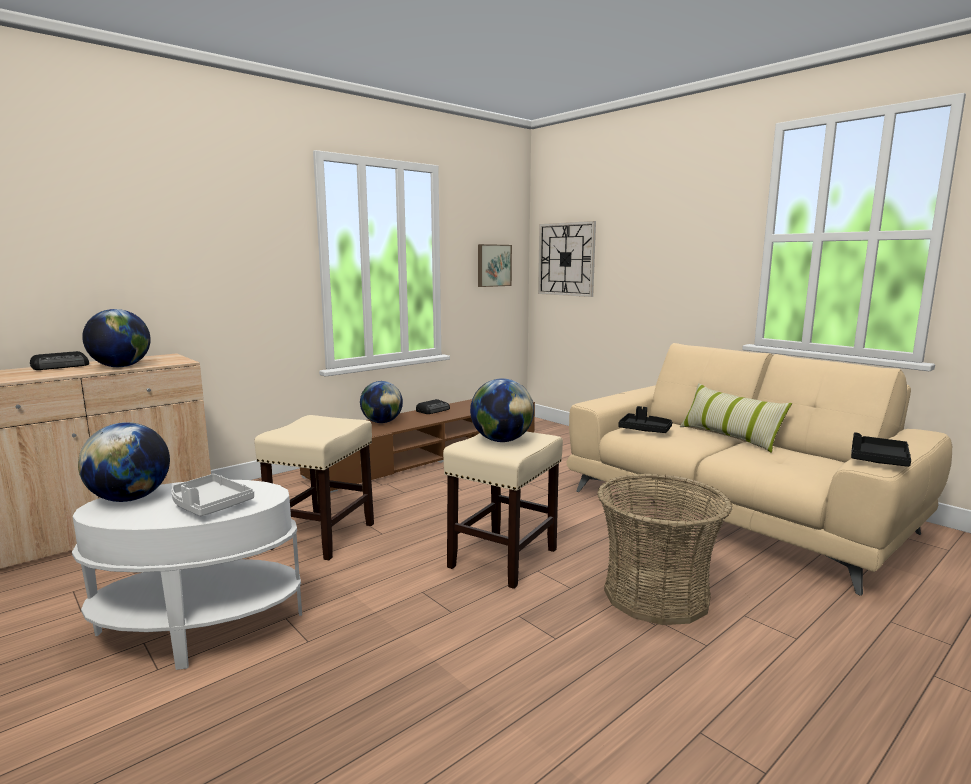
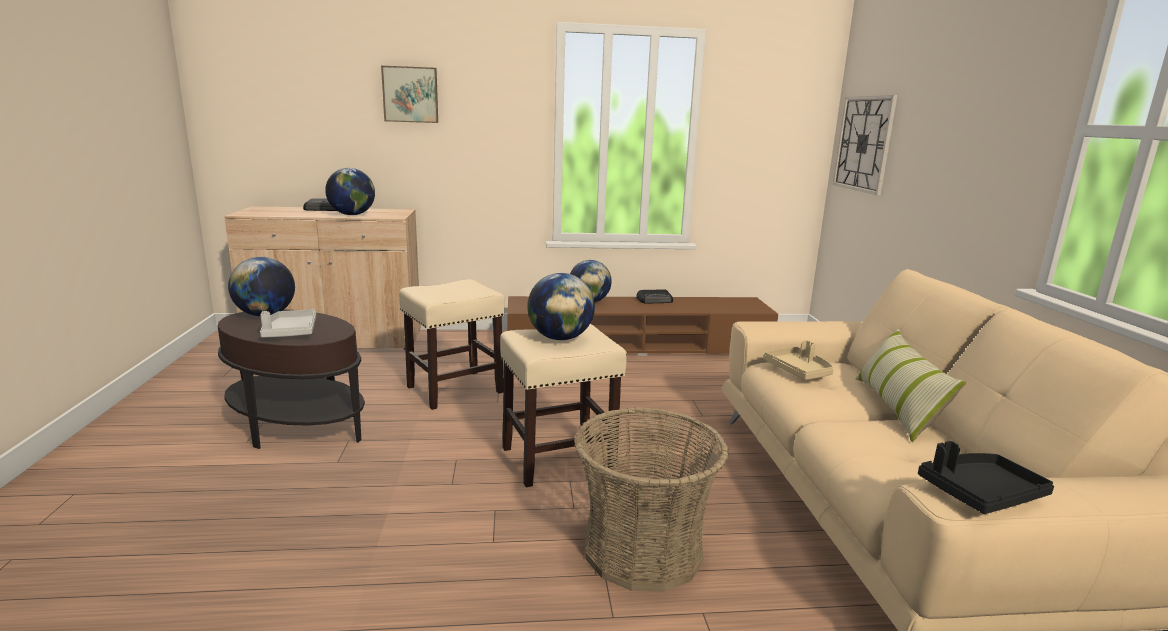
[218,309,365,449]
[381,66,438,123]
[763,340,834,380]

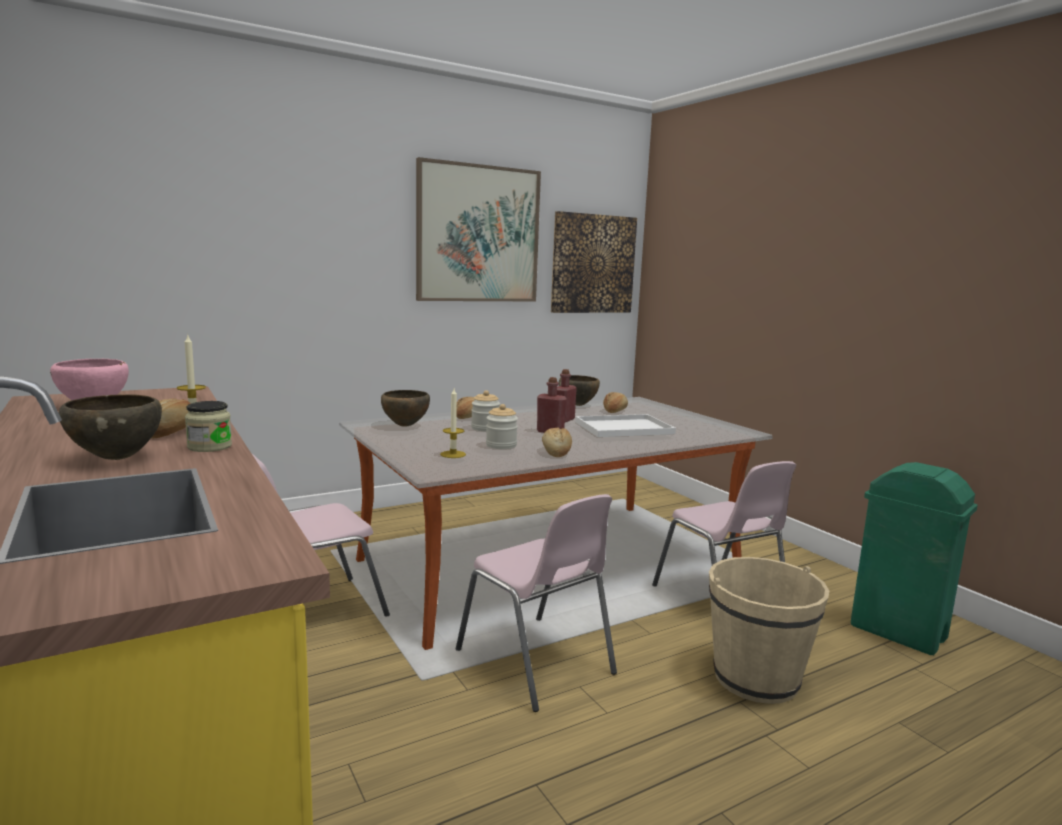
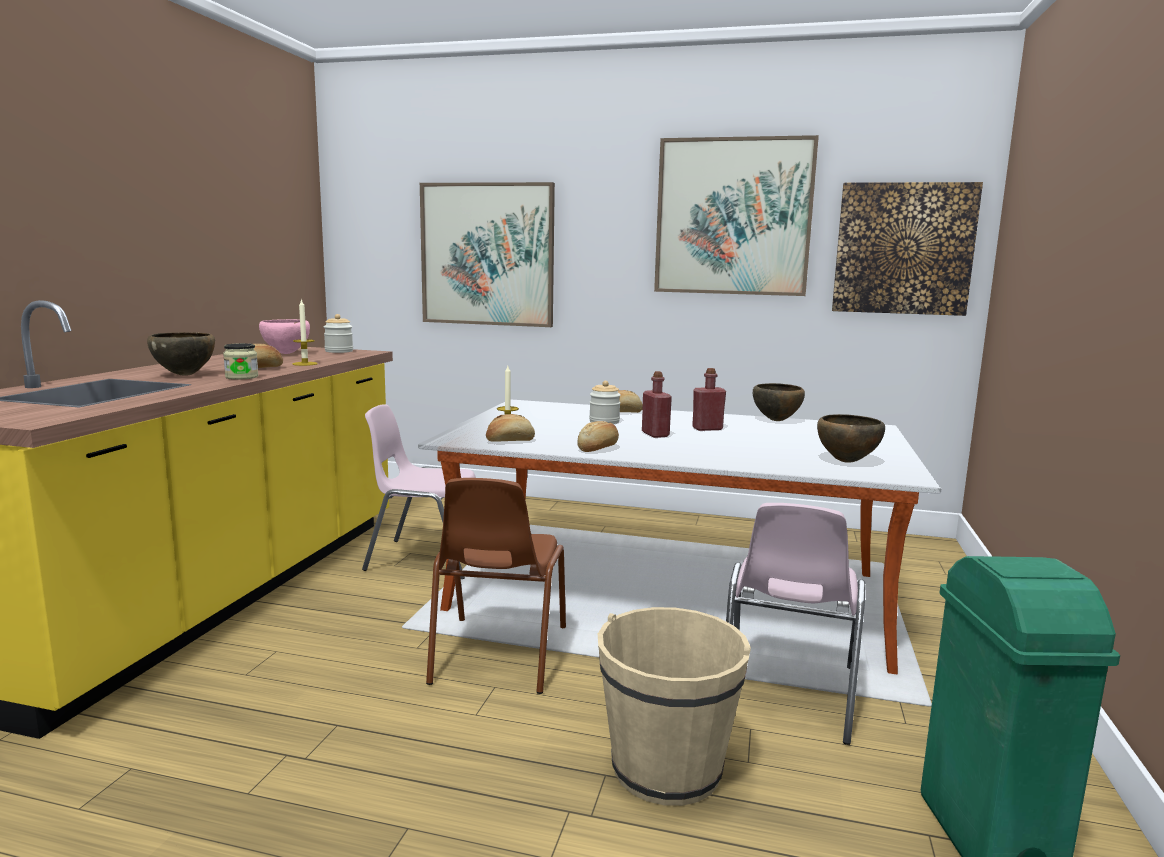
[817,414,885,463]
[426,478,566,694]
[324,314,353,353]
[575,414,676,437] (first image)
[486,414,535,442]
[420,182,555,327]

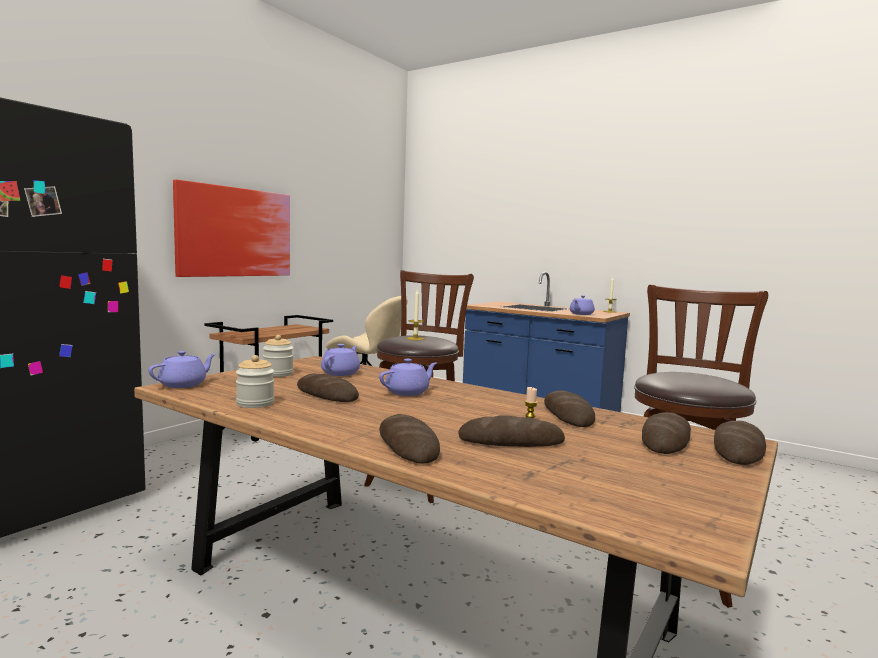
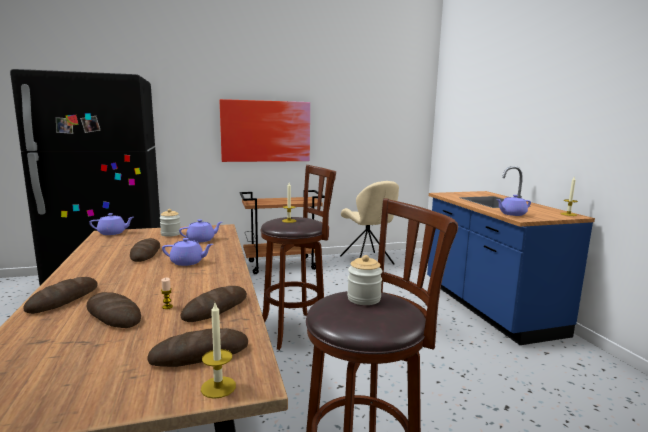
[347,255,383,305]
[201,303,236,399]

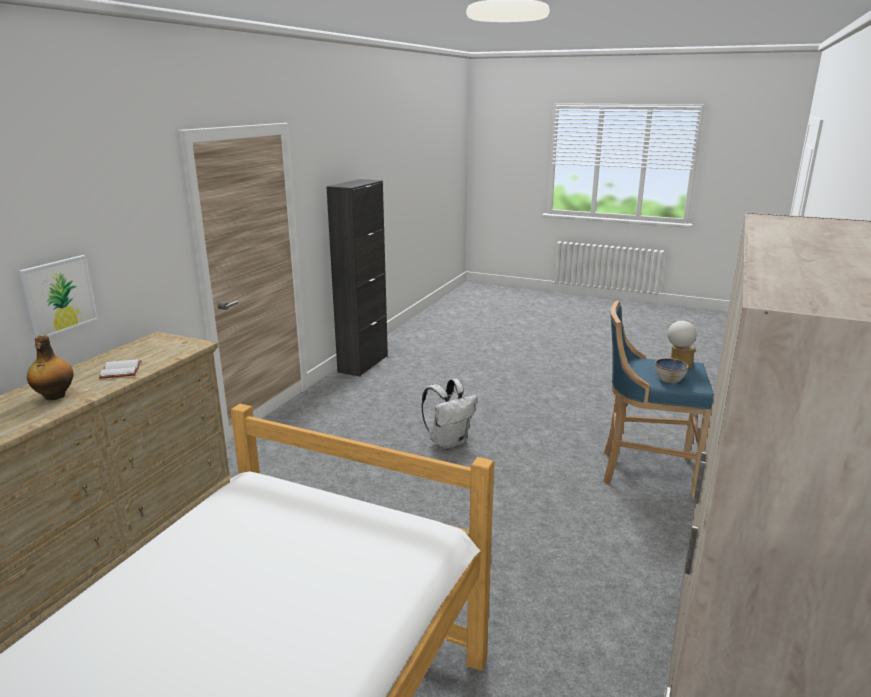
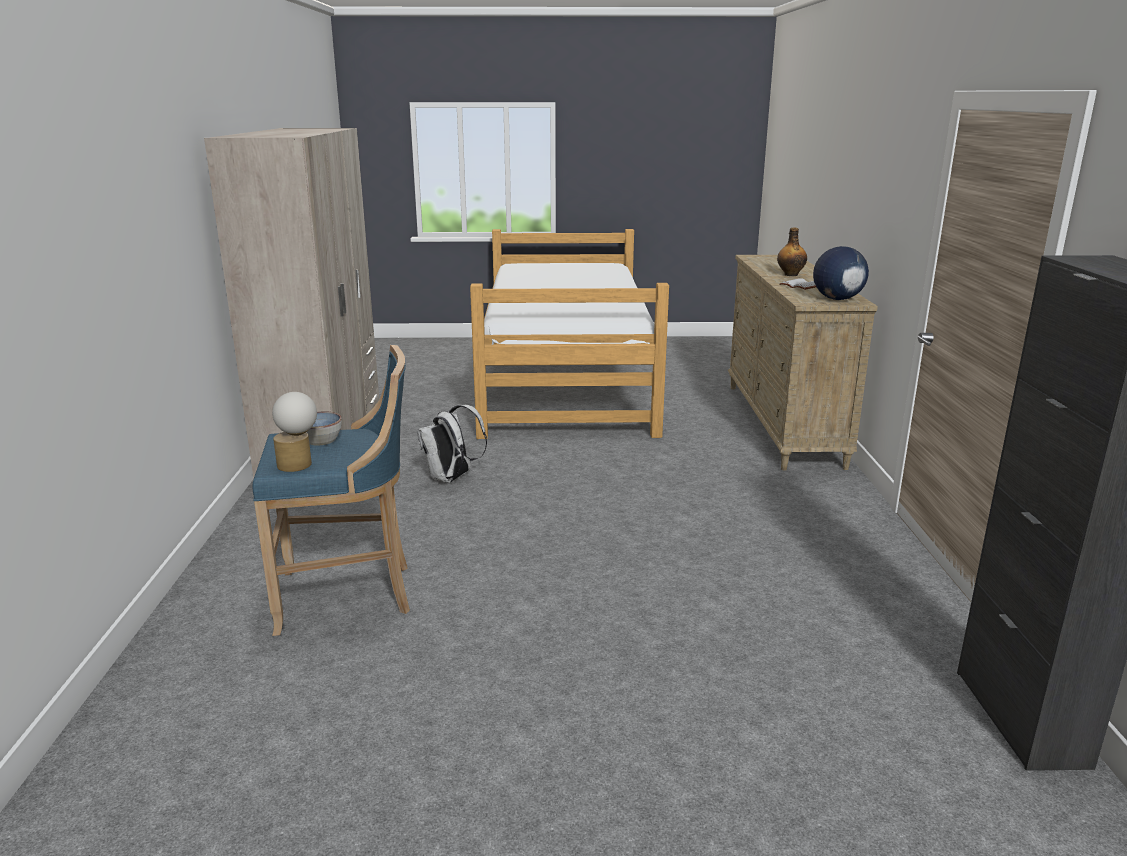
[19,255,98,337] (first image)
[417,405,487,483]
[813,246,869,300]

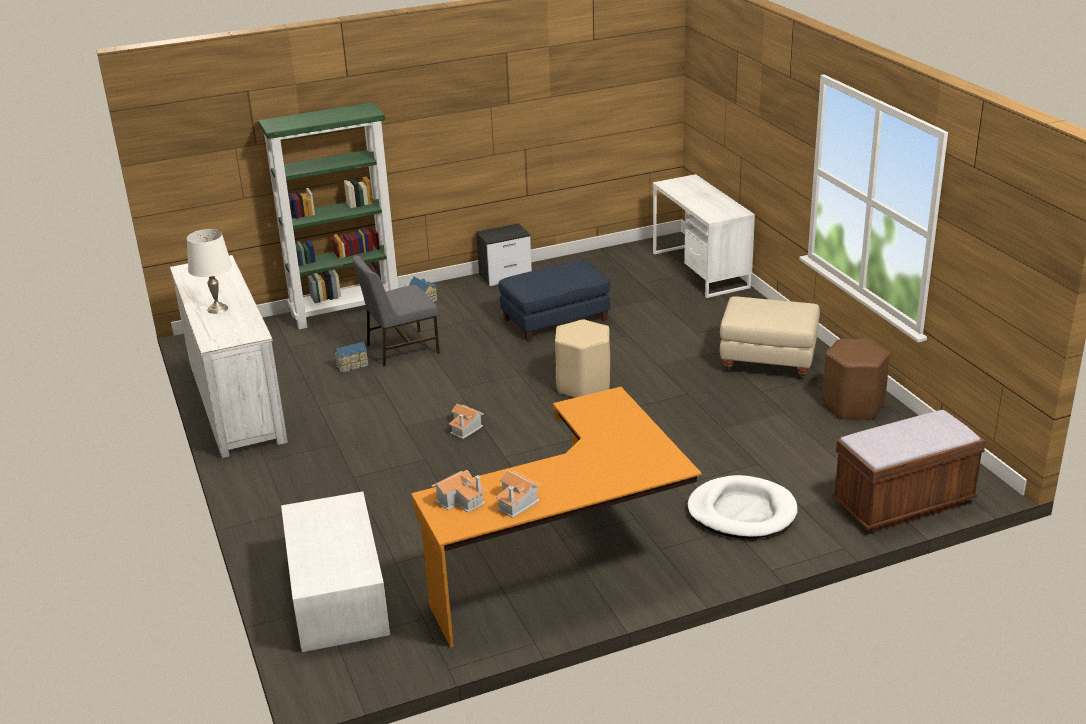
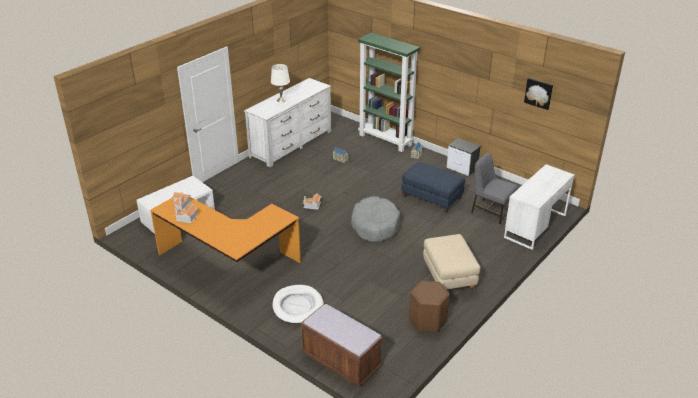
[471,153,518,224]
[351,196,400,243]
[524,78,553,110]

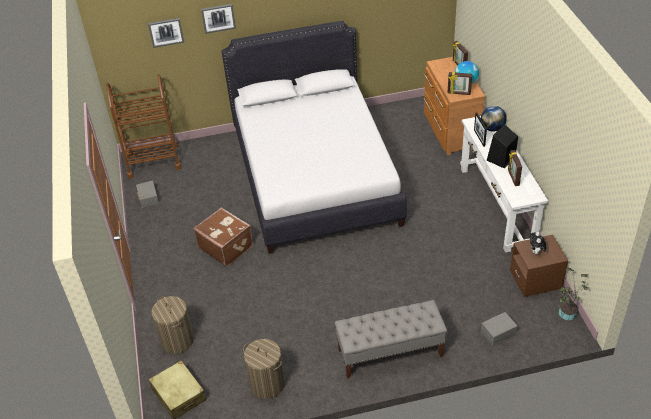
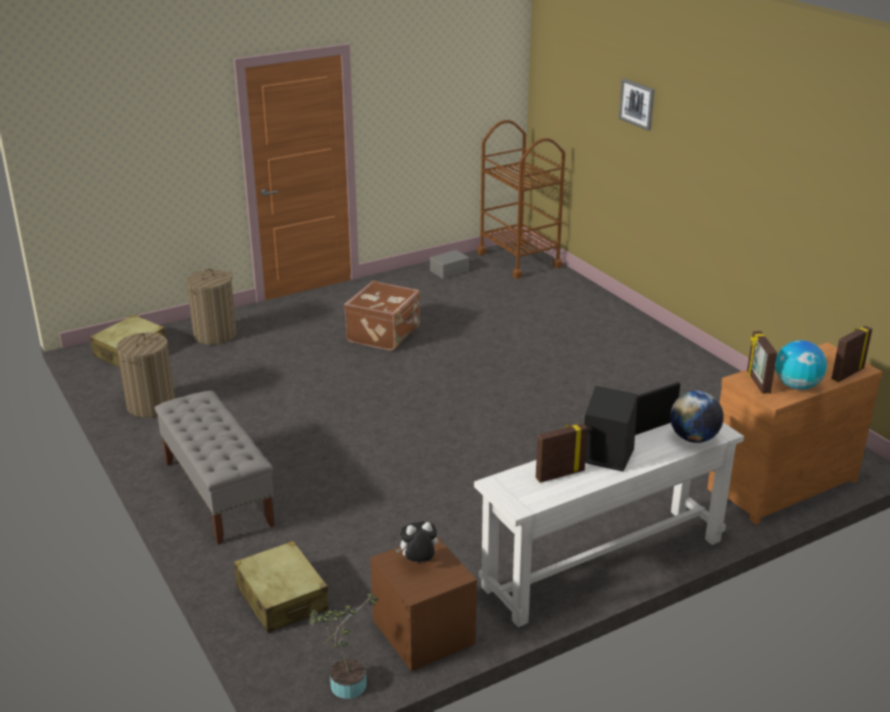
[148,18,184,48] (first image)
[221,21,407,254] (first image)
[234,541,329,633]

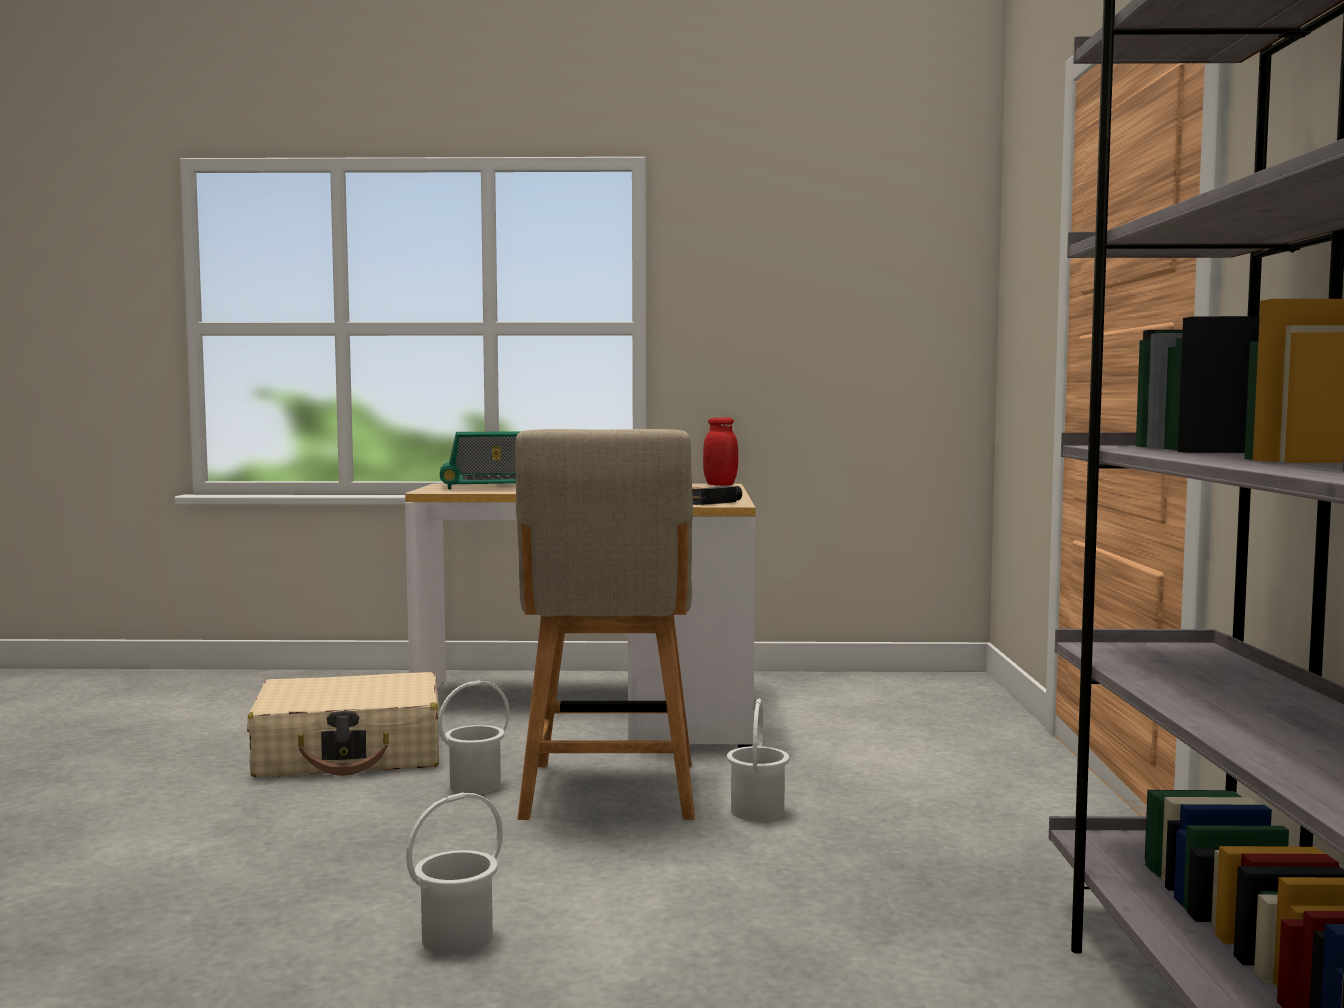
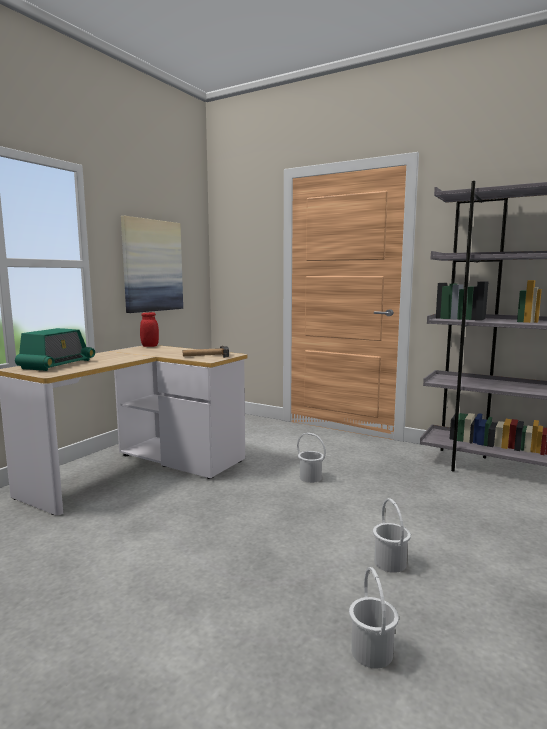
[247,672,439,777] (first image)
[349,567,399,668]
[515,429,695,820] (first image)
[121,216,183,313]

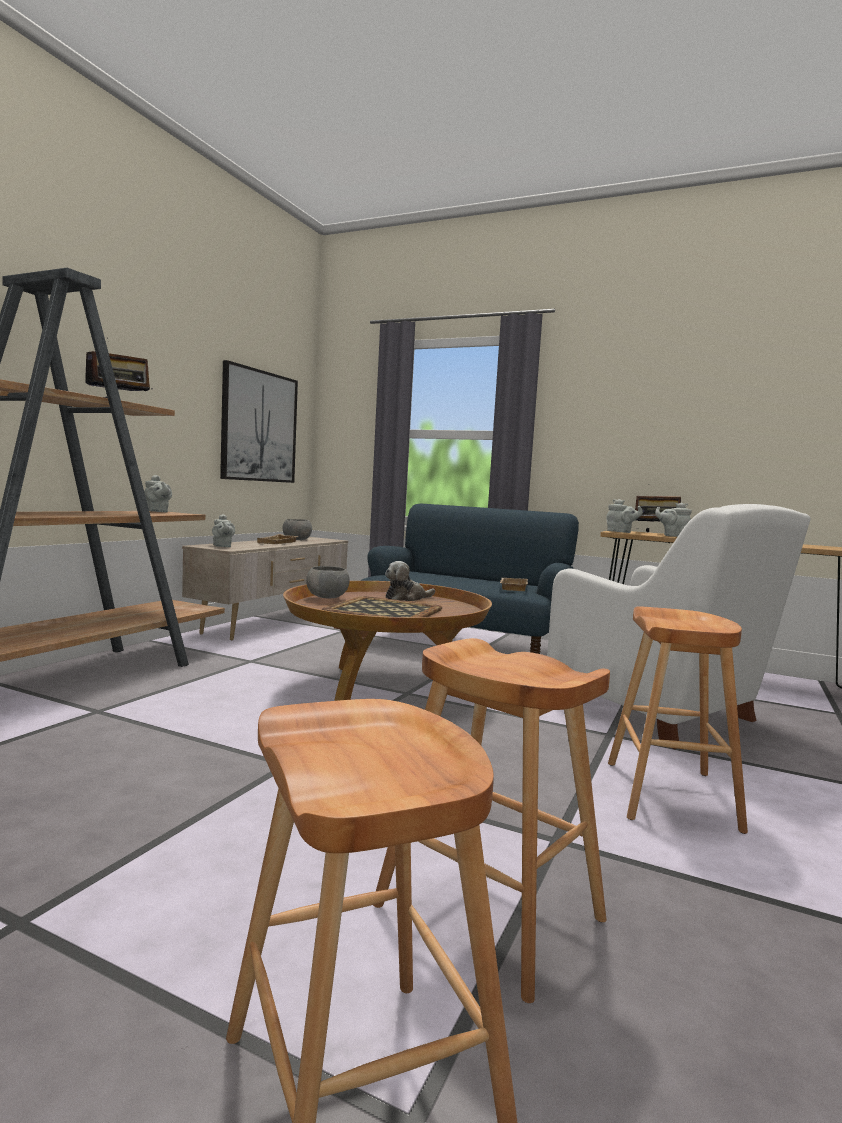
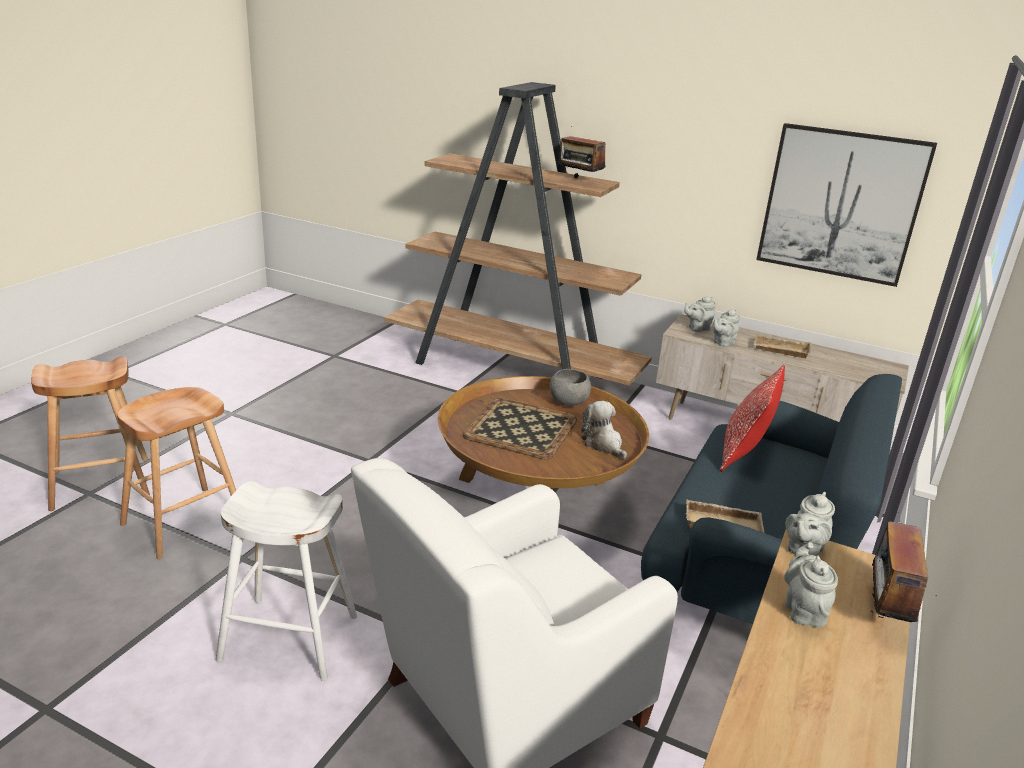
[712,309,741,347]
[283,519,312,540] (first image)
[216,481,357,681]
[720,365,785,472]

